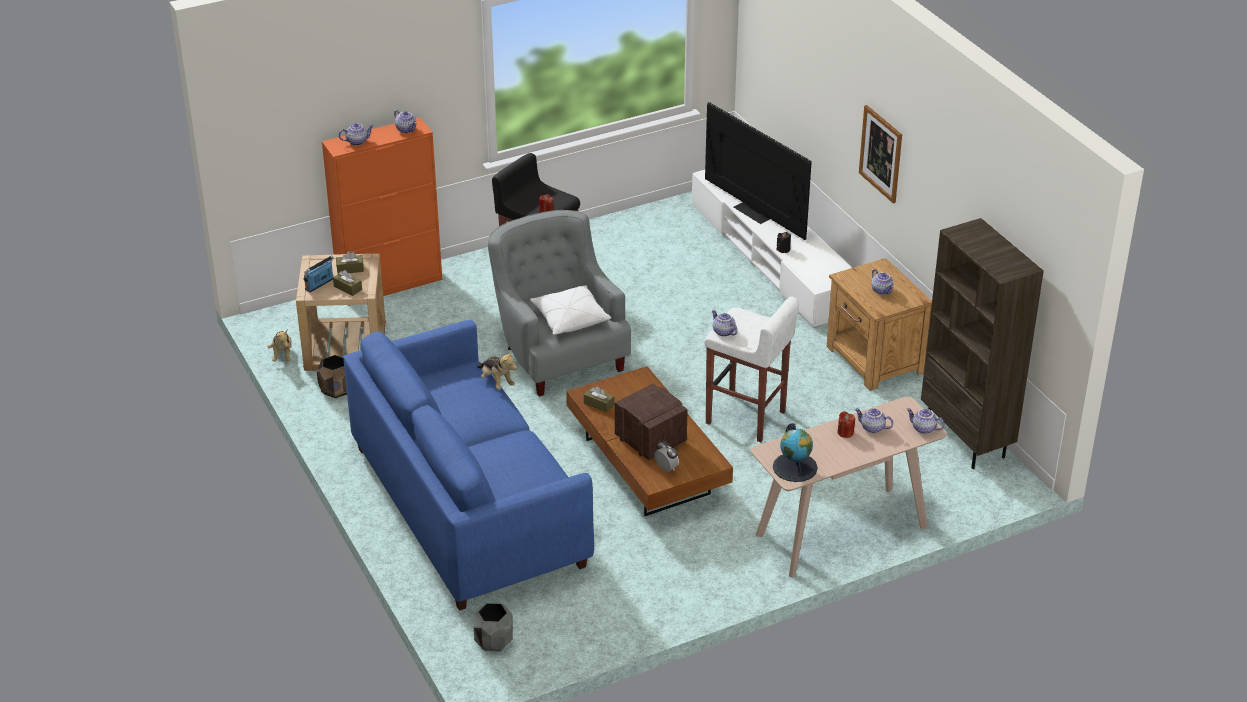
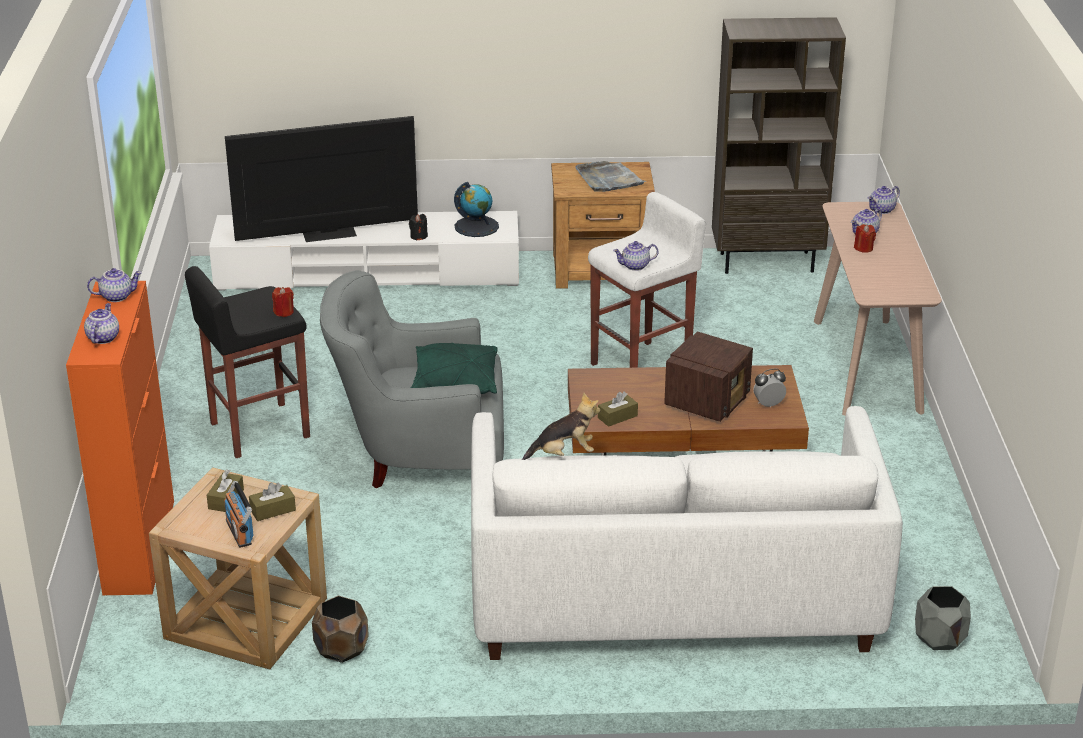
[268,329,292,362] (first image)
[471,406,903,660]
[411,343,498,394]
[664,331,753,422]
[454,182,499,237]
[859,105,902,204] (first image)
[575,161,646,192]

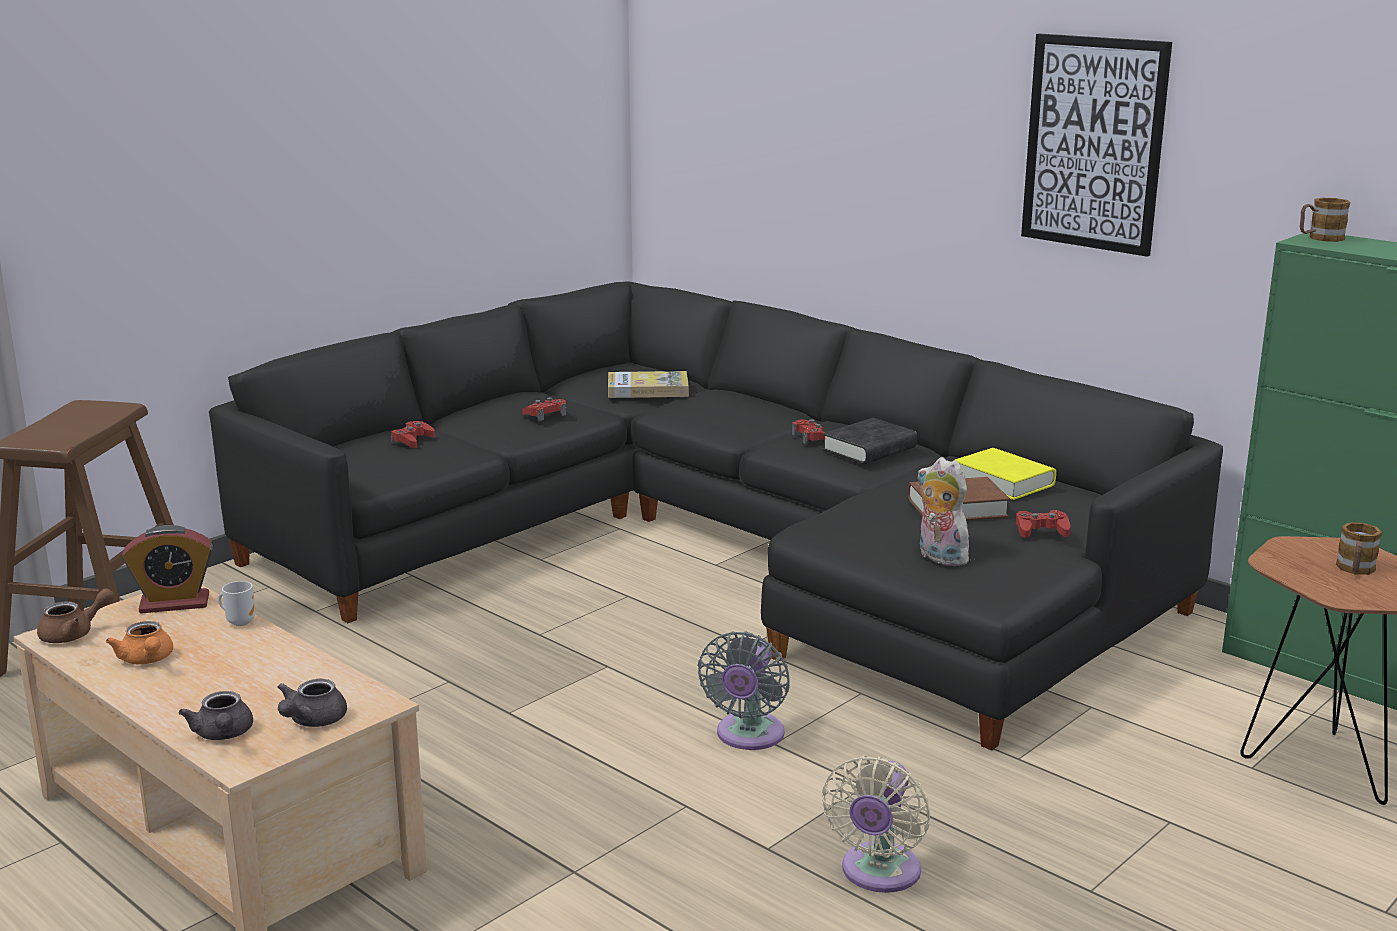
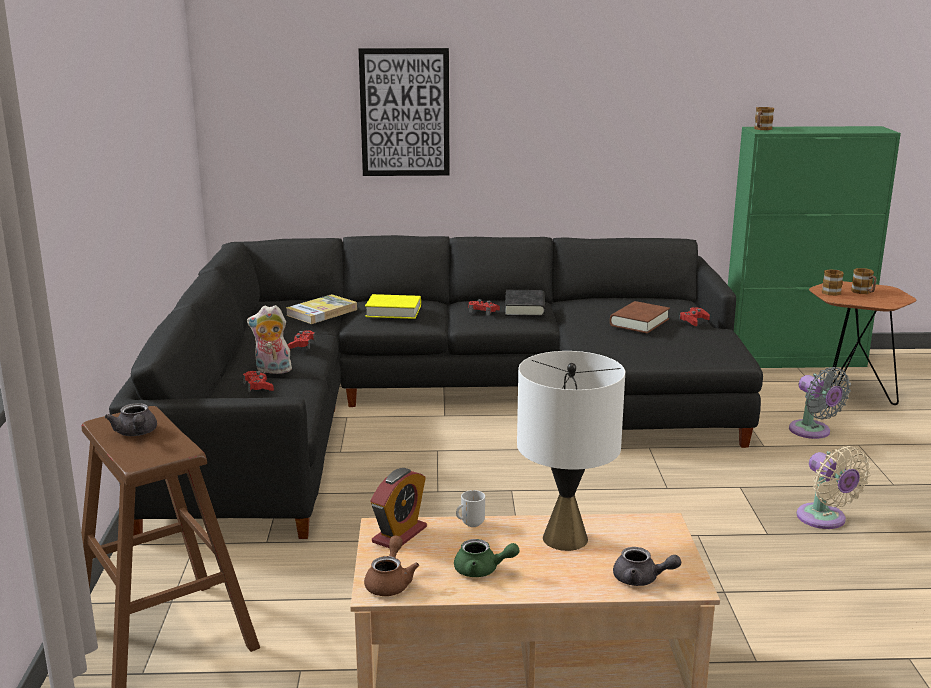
[454,539,519,577]
[105,403,157,436]
[789,367,851,439]
[247,305,292,374]
[365,294,421,319]
[359,48,450,176]
[517,351,625,551]
[822,269,844,296]

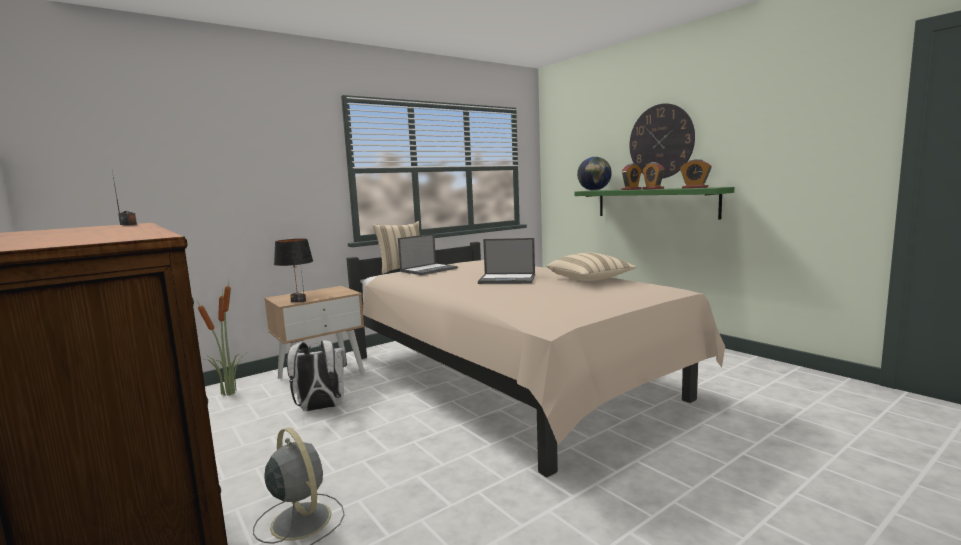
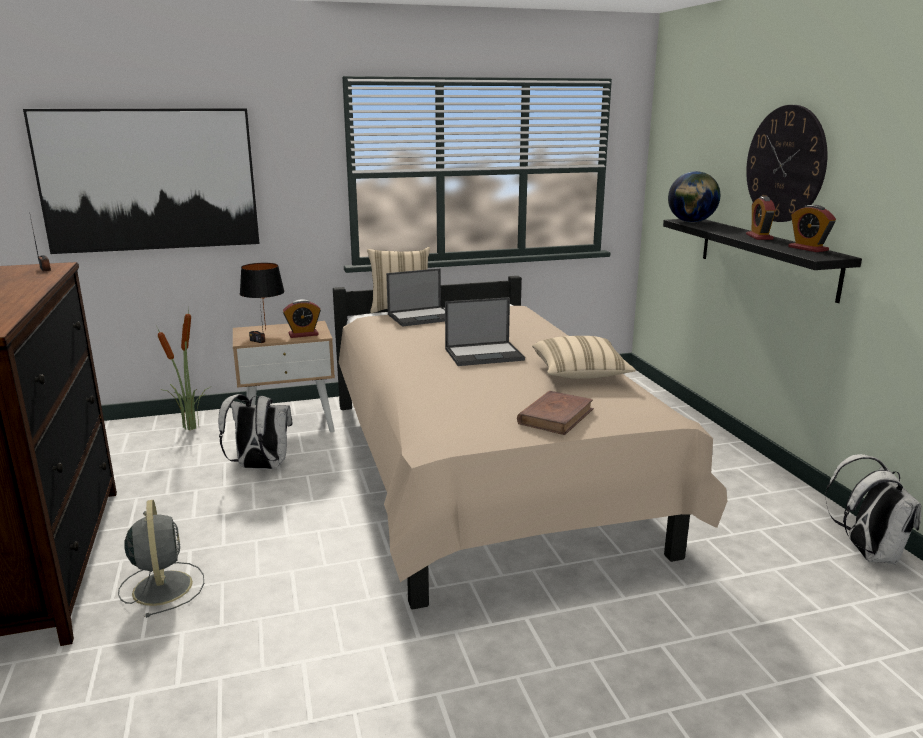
[445,297,525,366]
[663,219,862,303]
[283,299,321,338]
[23,108,260,254]
[517,391,594,435]
[825,454,921,565]

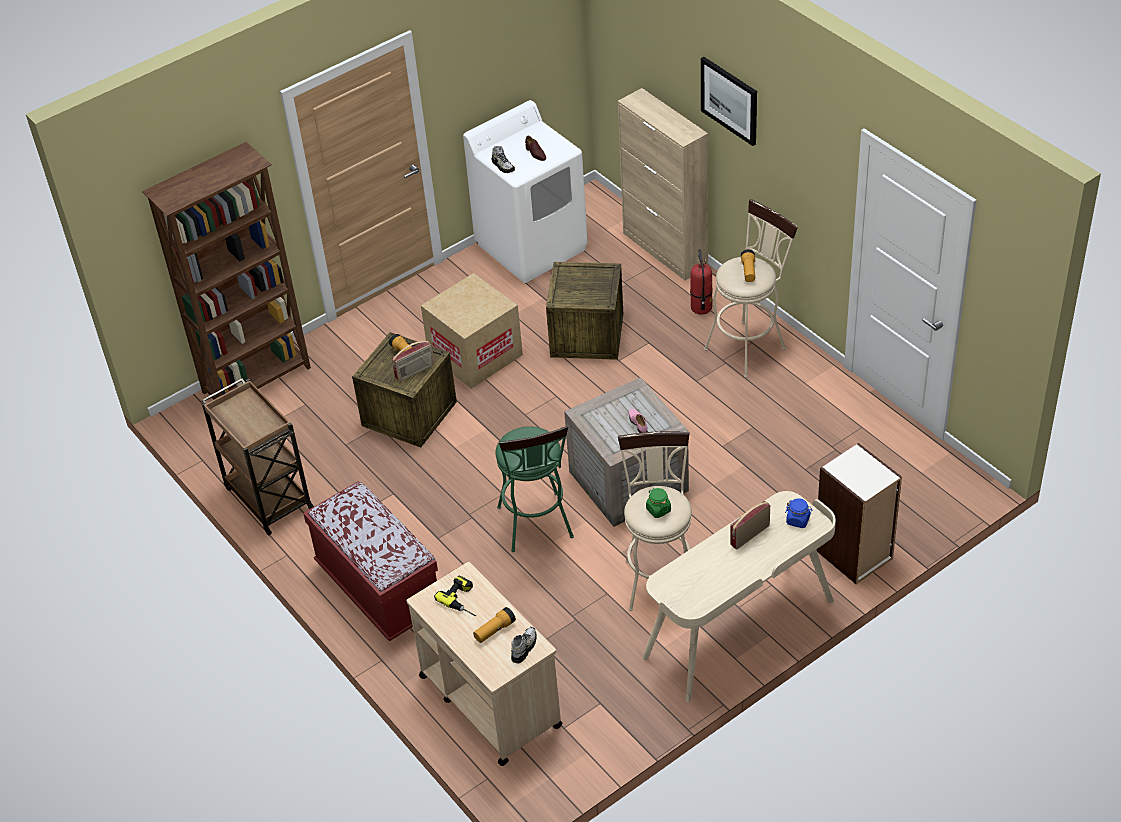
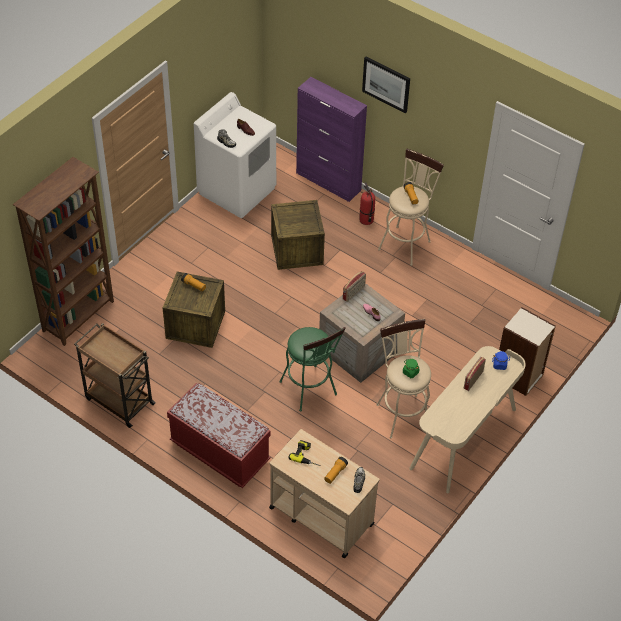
[343,271,366,302]
[421,273,523,389] (first image)
[296,77,367,202]

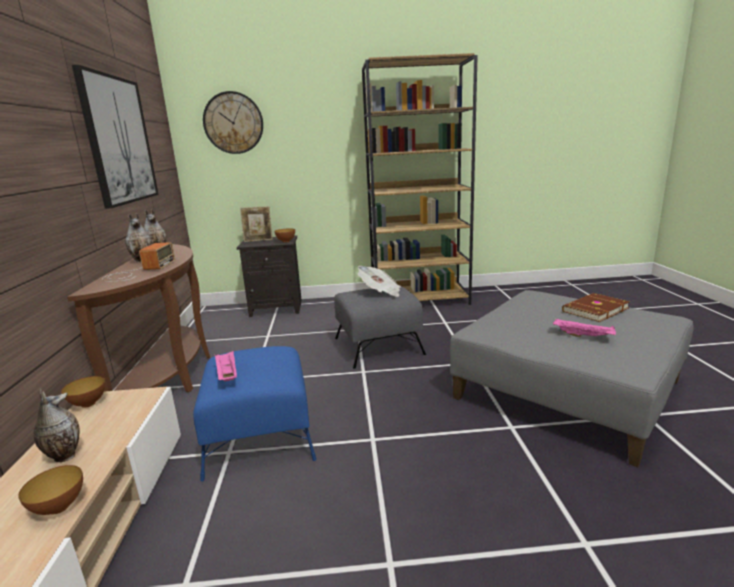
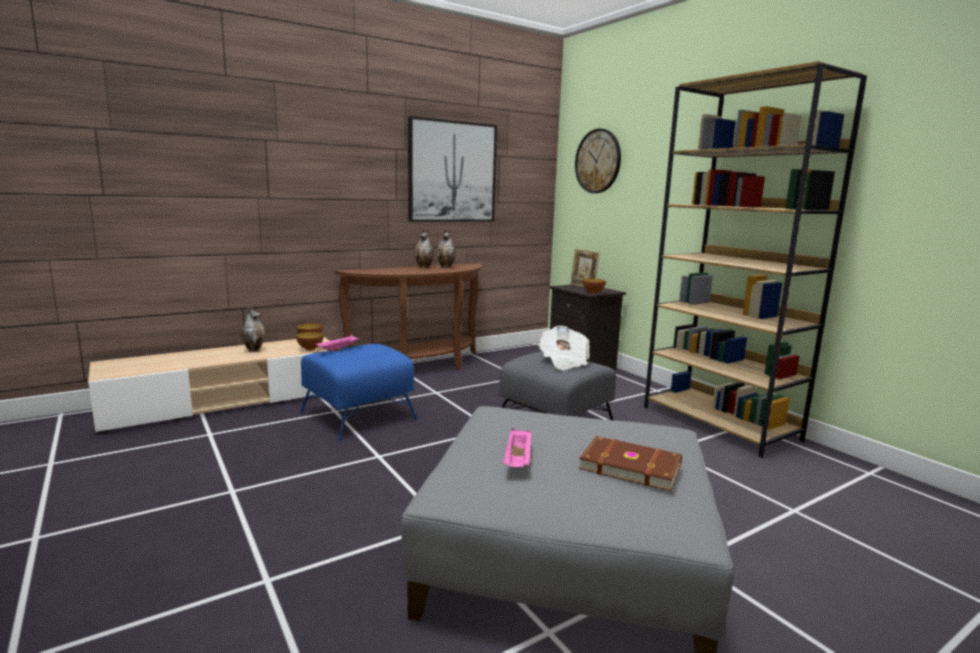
[296,332,324,351]
[102,242,175,282] (first image)

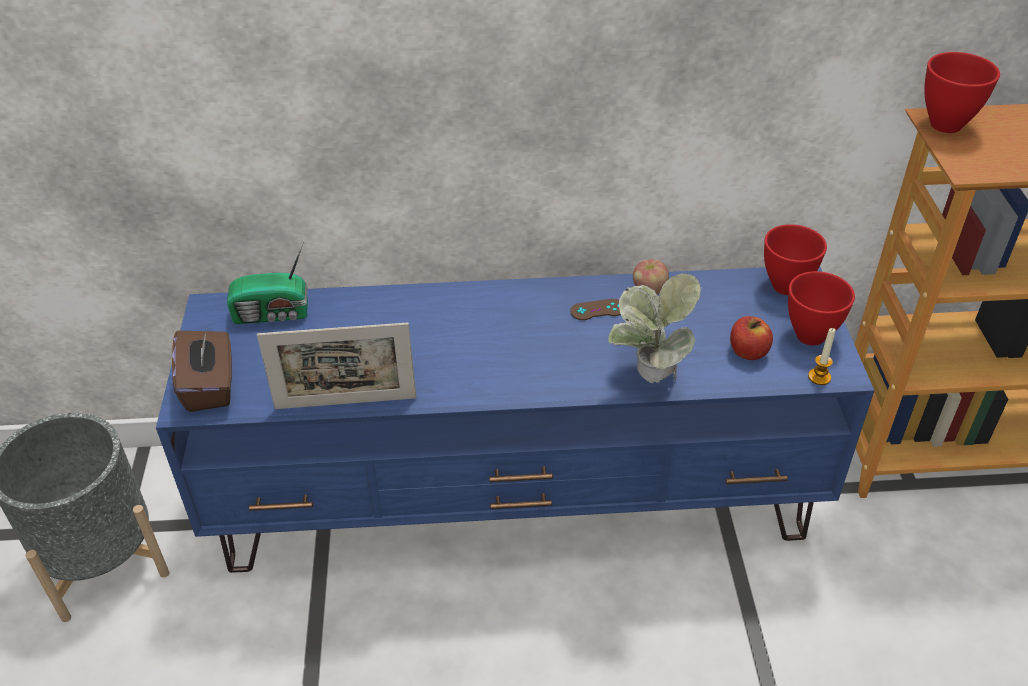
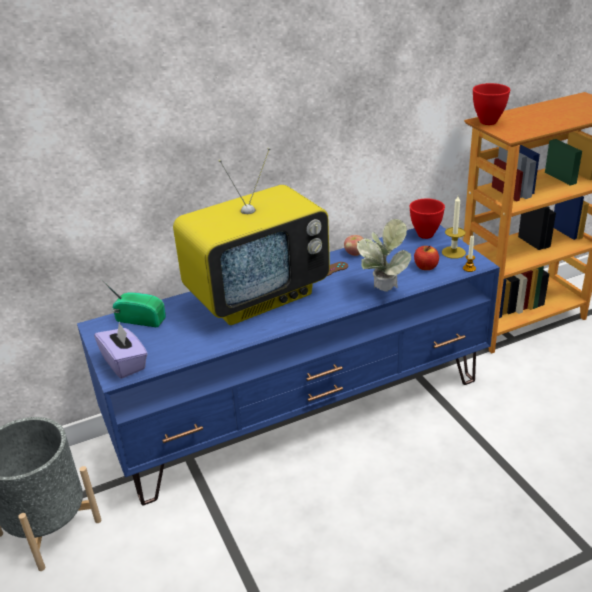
[94,322,148,379]
[103,281,166,327]
[257,323,416,409] (first image)
[442,196,466,259]
[173,147,330,325]

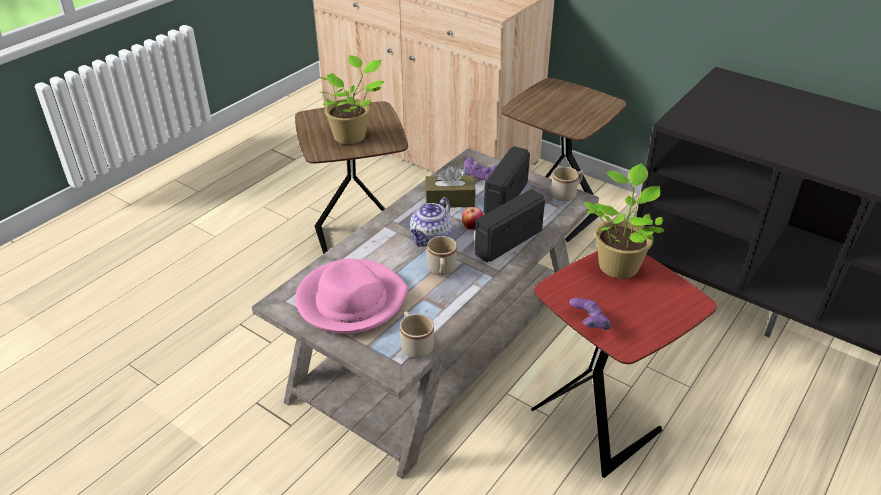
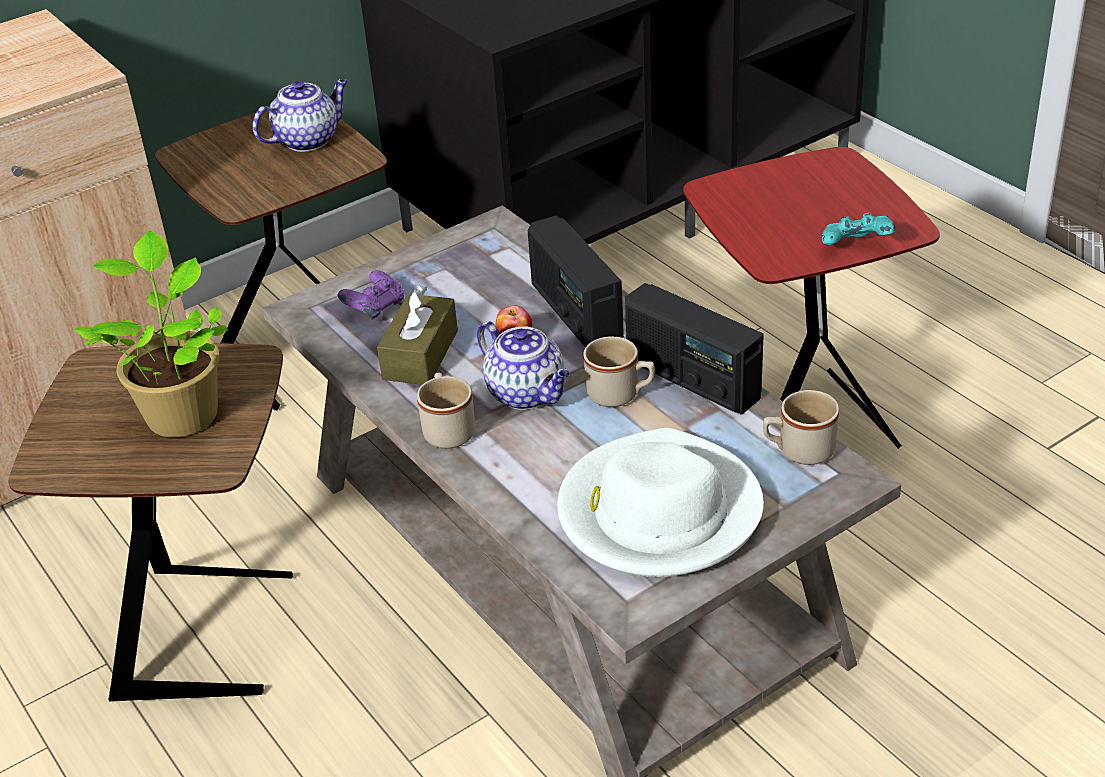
[557,428,764,577]
[625,283,764,415]
[417,373,475,449]
[822,213,896,245]
[584,163,664,279] (first image)
[253,79,348,152]

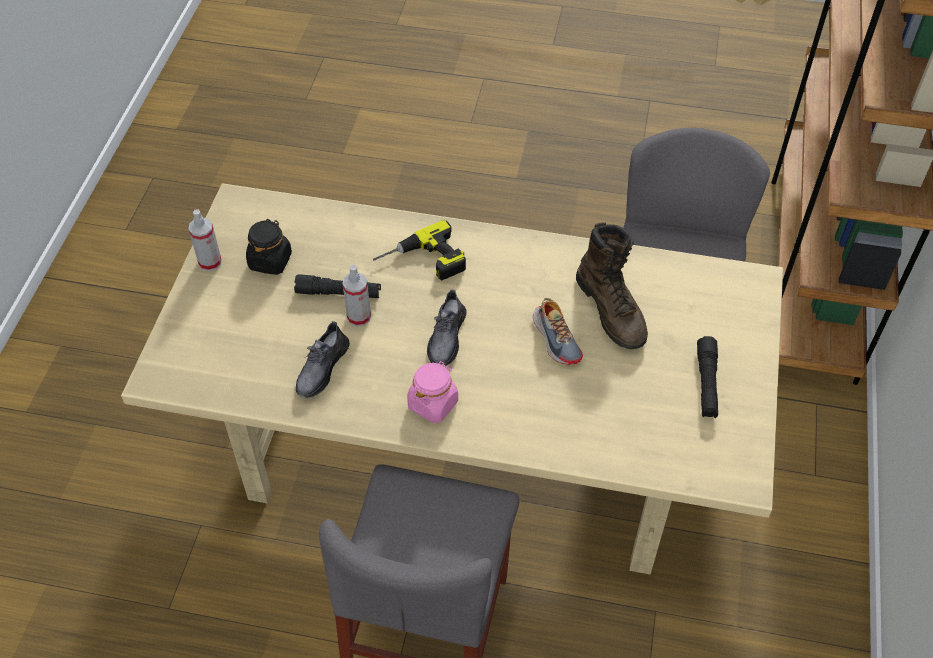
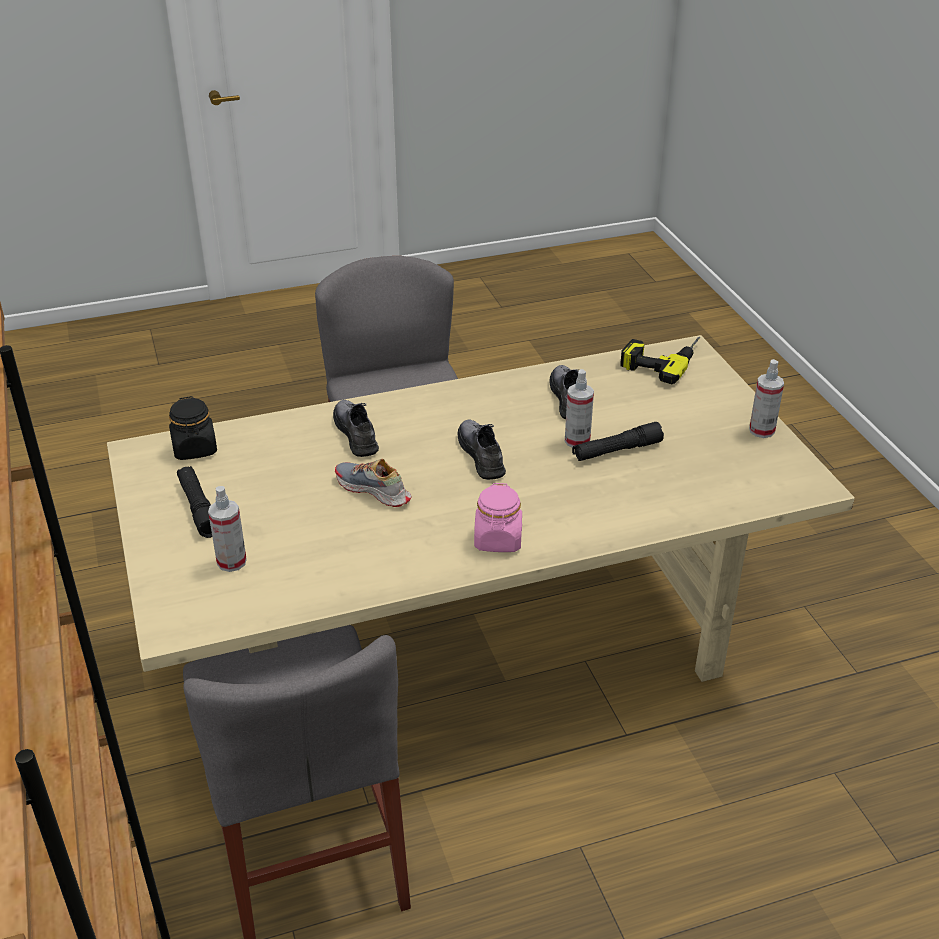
[169,396,217,460]
[620,336,700,384]
[474,483,522,552]
[576,222,648,350] (first image)
[208,486,247,572]
[333,400,379,457]

